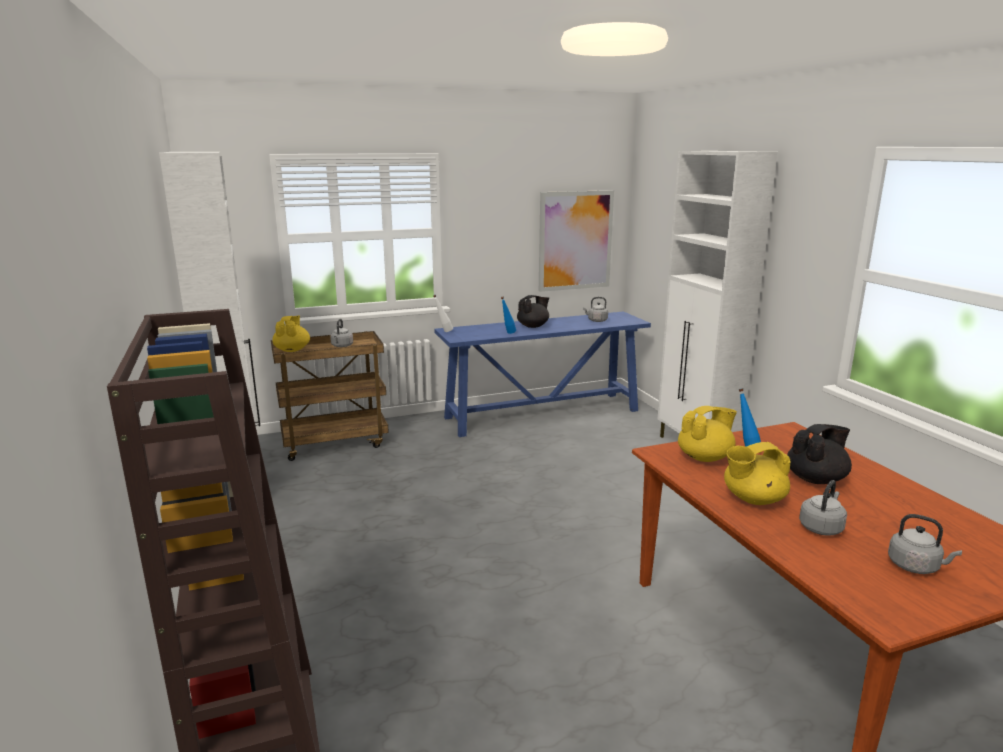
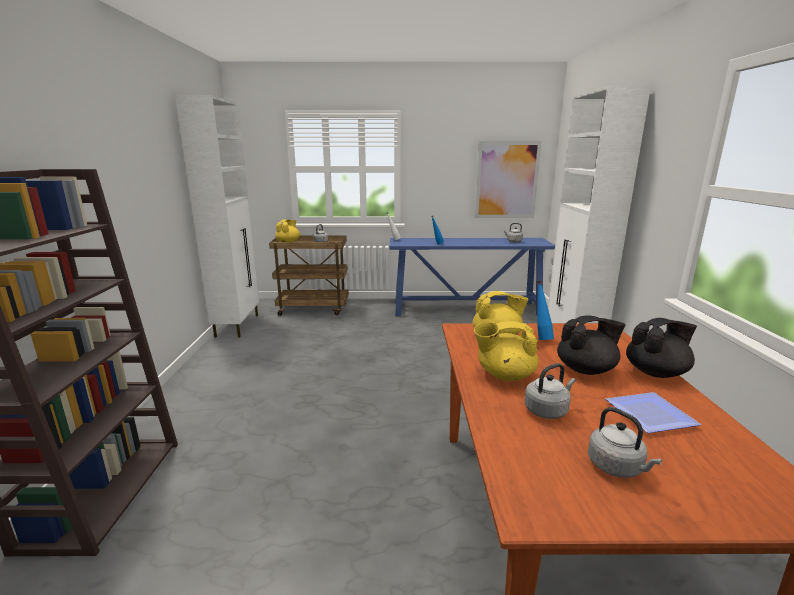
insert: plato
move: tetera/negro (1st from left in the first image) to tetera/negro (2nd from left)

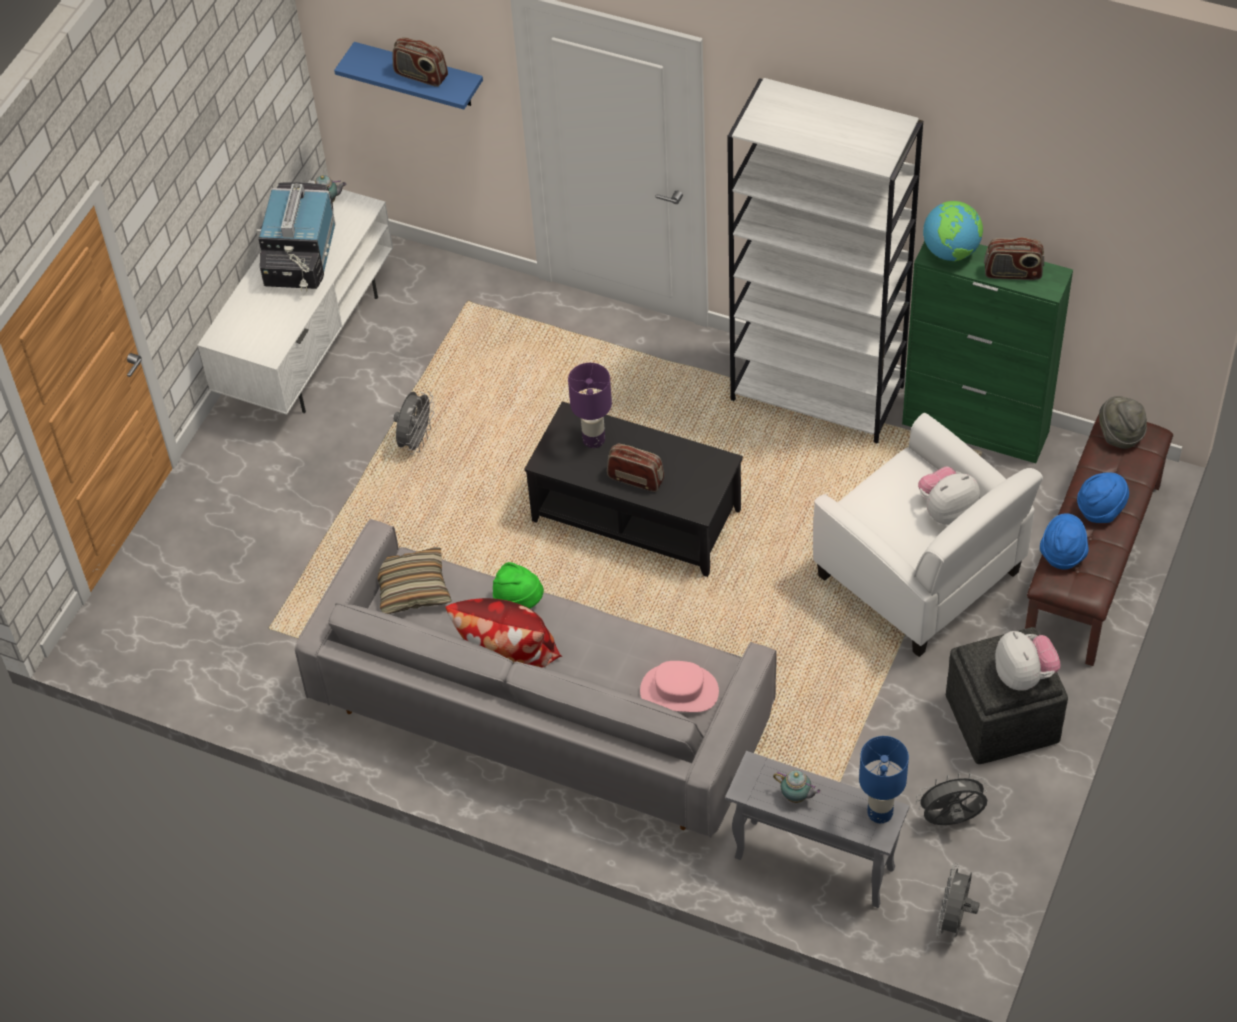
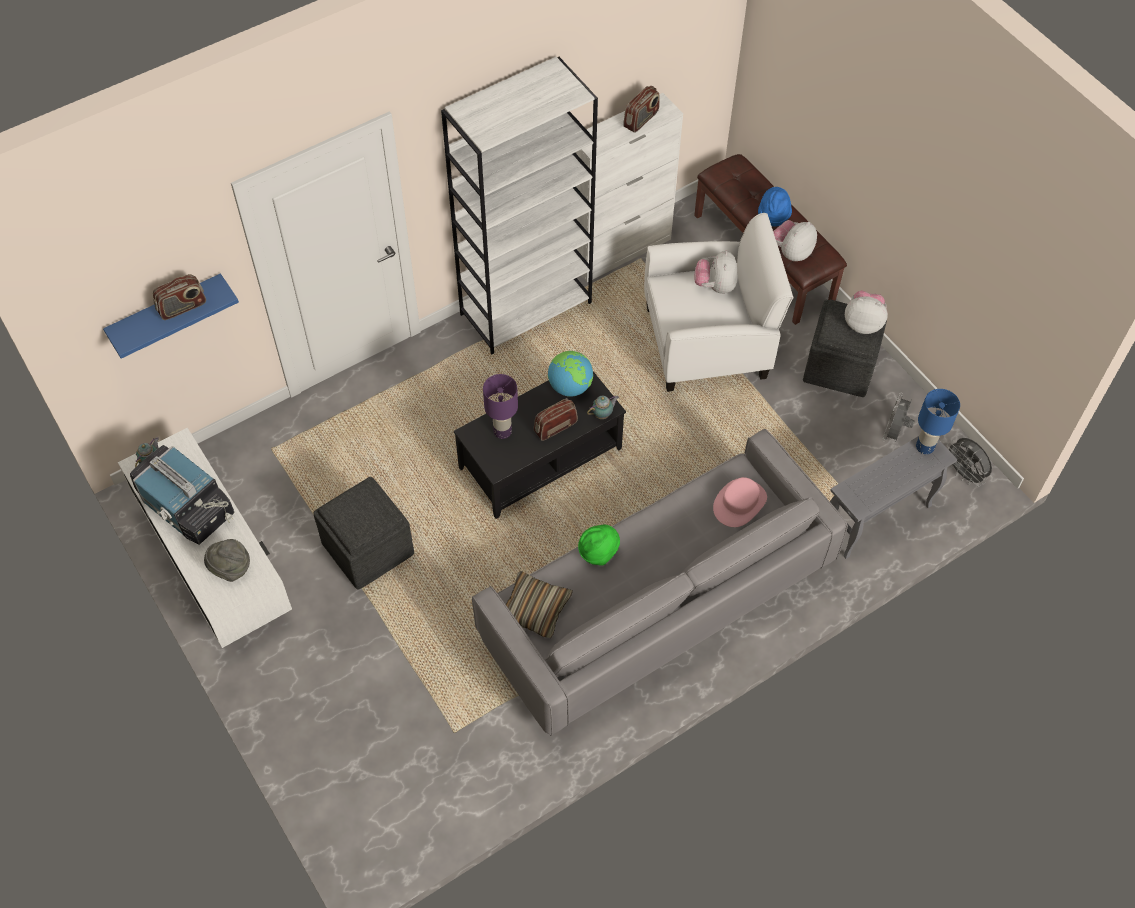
delete: cojín (2nd from left)
move: globo terráqueo; sombrero/gris; tetera (2nd from left)
replace: ventilador/gris (1st from left) to puf/gris (1st from left); sombrero/azul (1st from left) to peluche (2nd from left)
recolor: armario/verde to armario/blanco

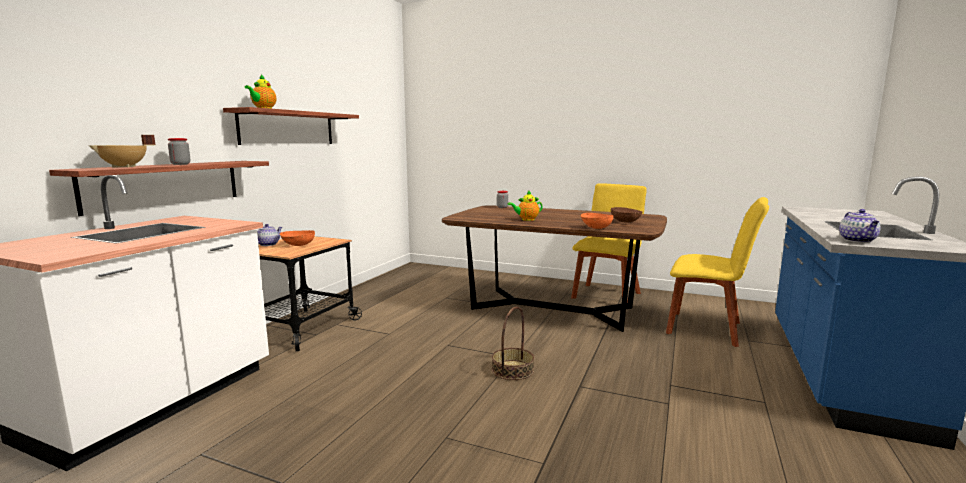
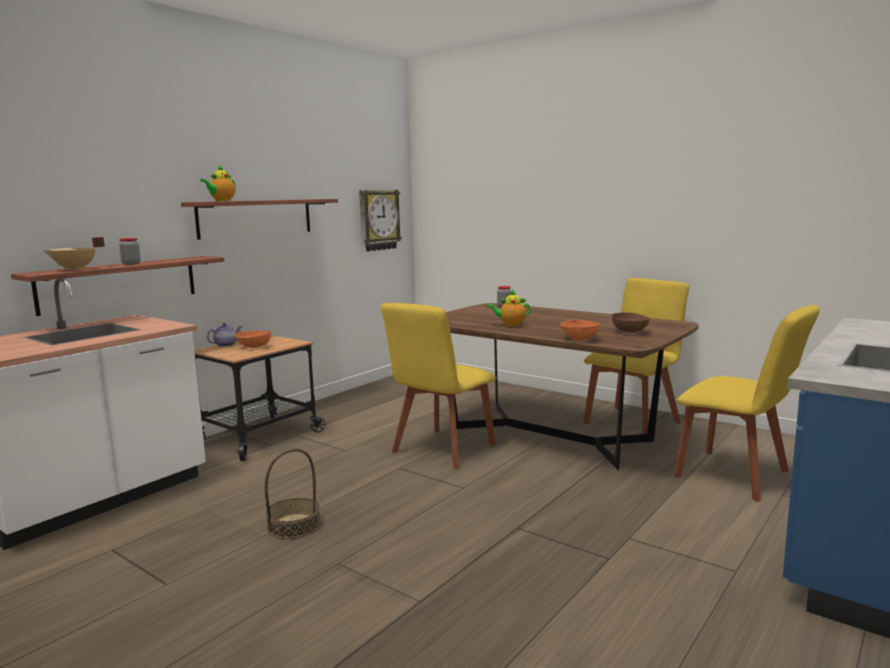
delete: tetera (4th from left)
insert: reloj de pared; silla/amarillo (1st from left)
move: cesta

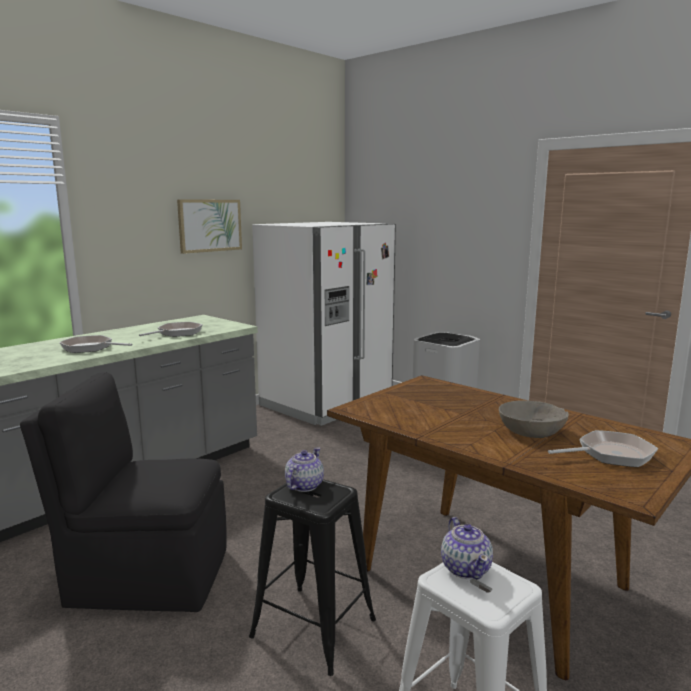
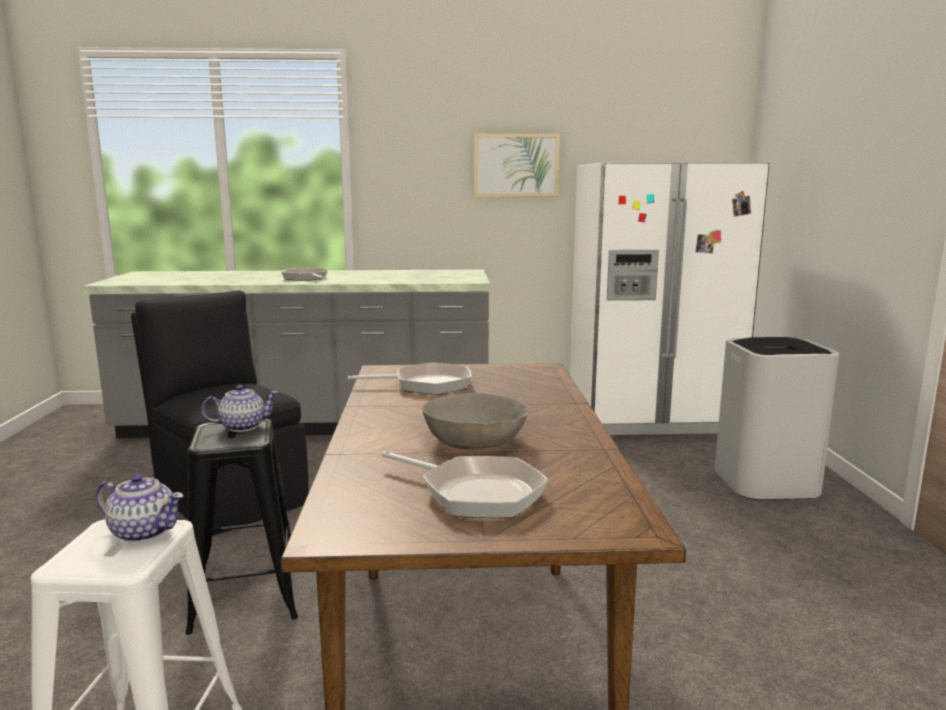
move: sartén (2nd from left)
rotate: tetera (2nd from left in the first image) 105 degrees counterclockwise

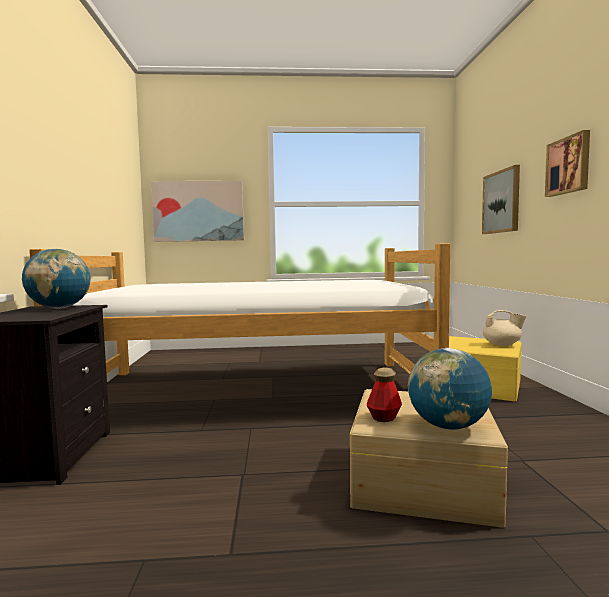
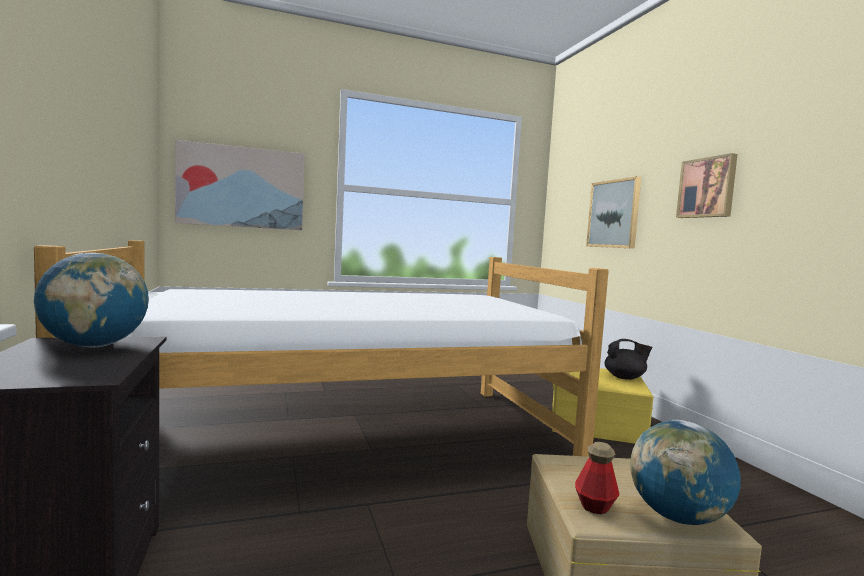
recolor: tetera/beis to tetera/negro

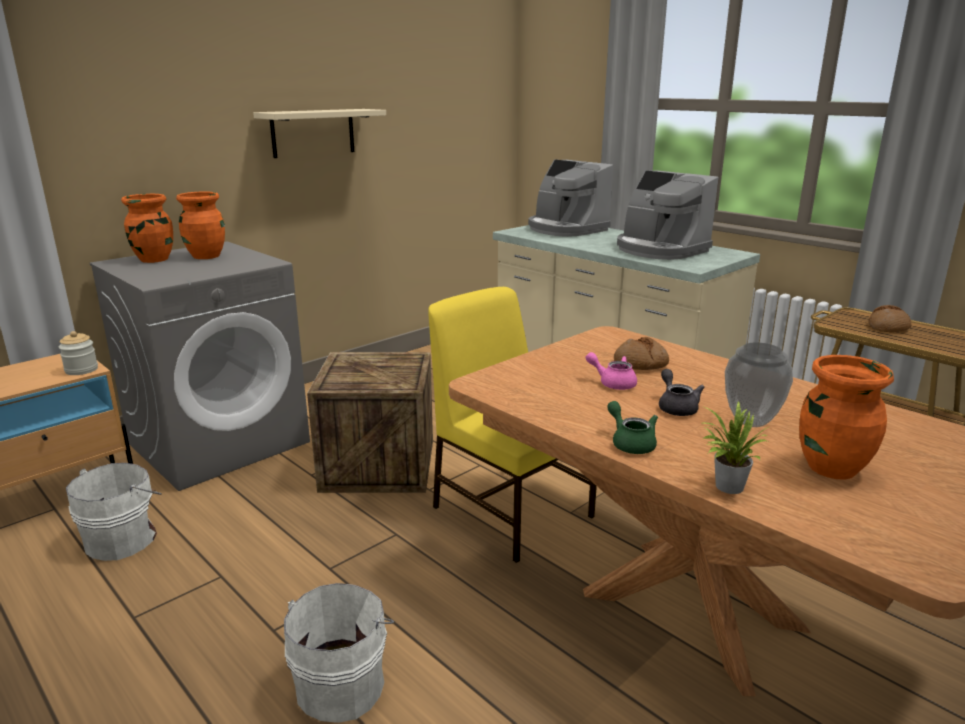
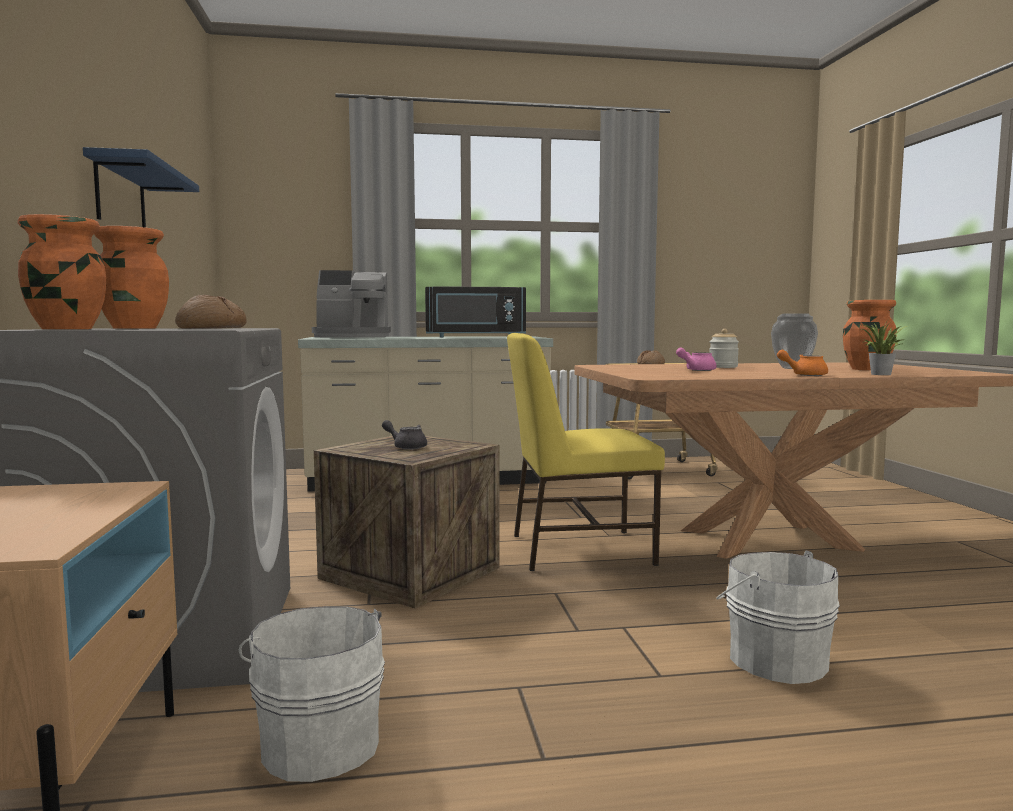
move: tarro; pan (1st from left); tetera/gris
replace: cafetera (2nd from left) to microondas/negro
recolor: estante/beis to estante/azul; tetera/verde to tetera/naranja

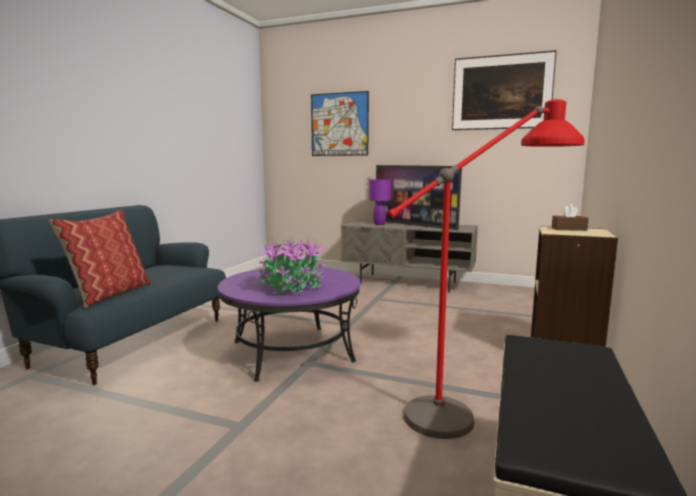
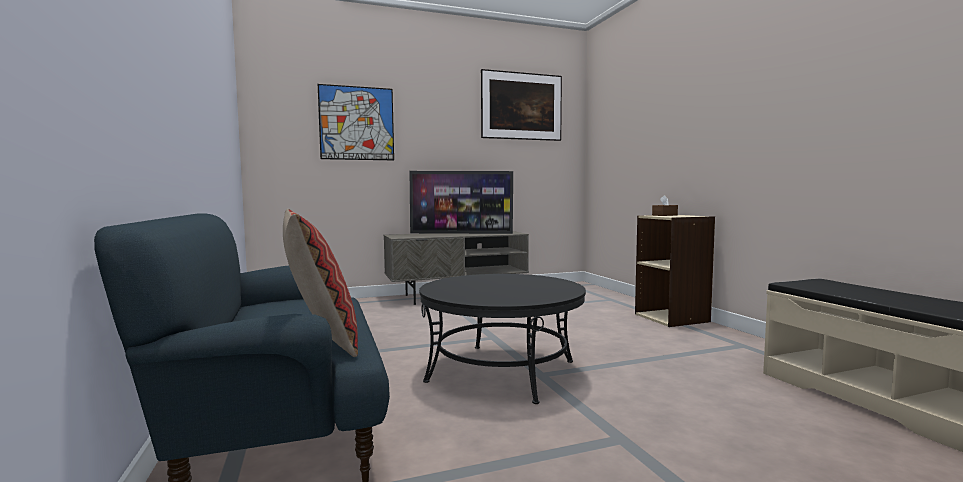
delete: lámpara de pie/rojo; lámpara de mesa/morado; planta en maceta
recolor: mesa de centro/morado to mesa de centro/negro

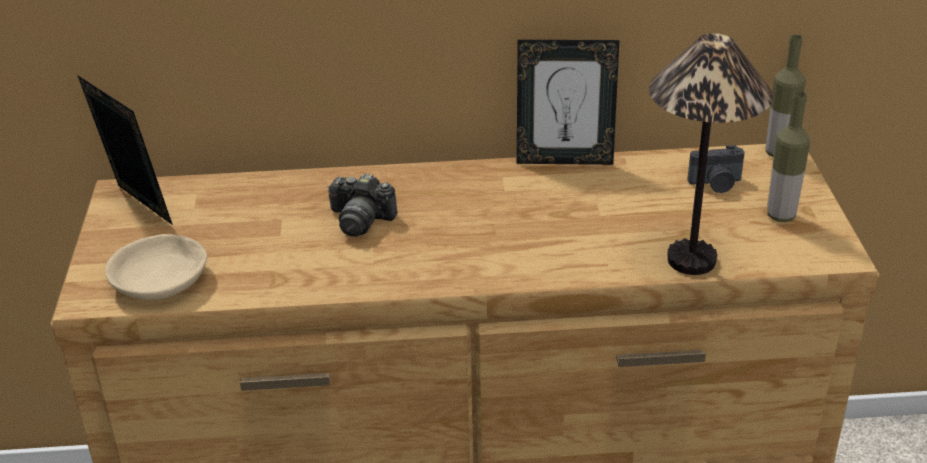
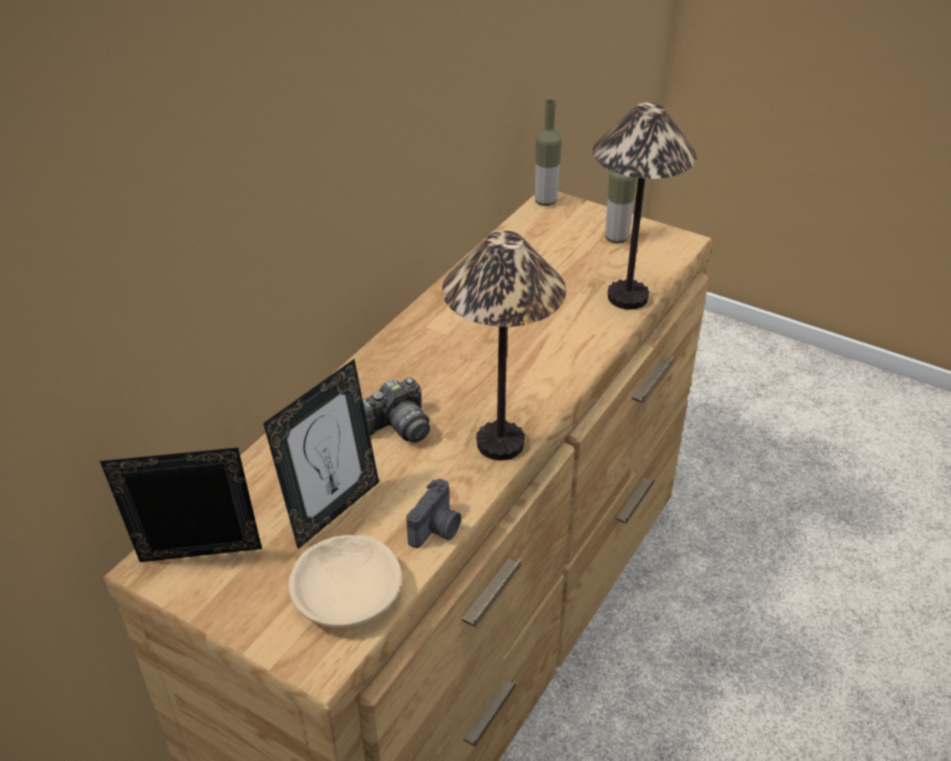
insert: lámpara de mesa (1st from left)
move: portarretratos (2nd from left); cámara (2nd from left)

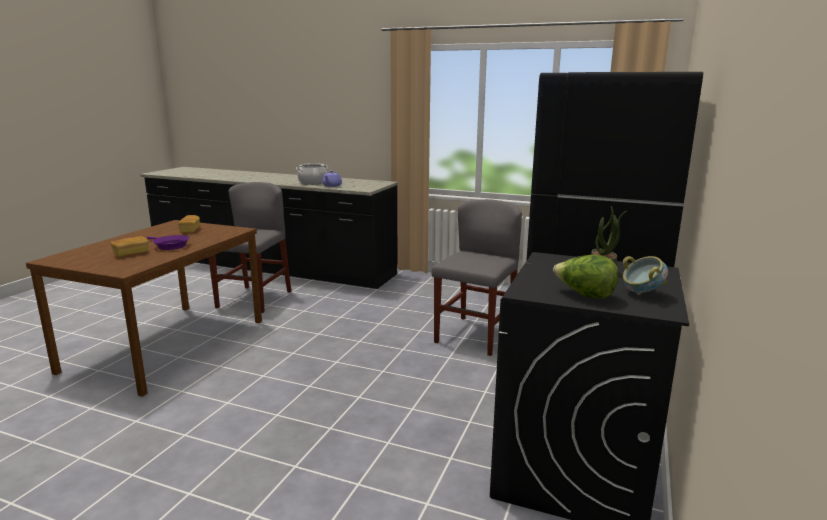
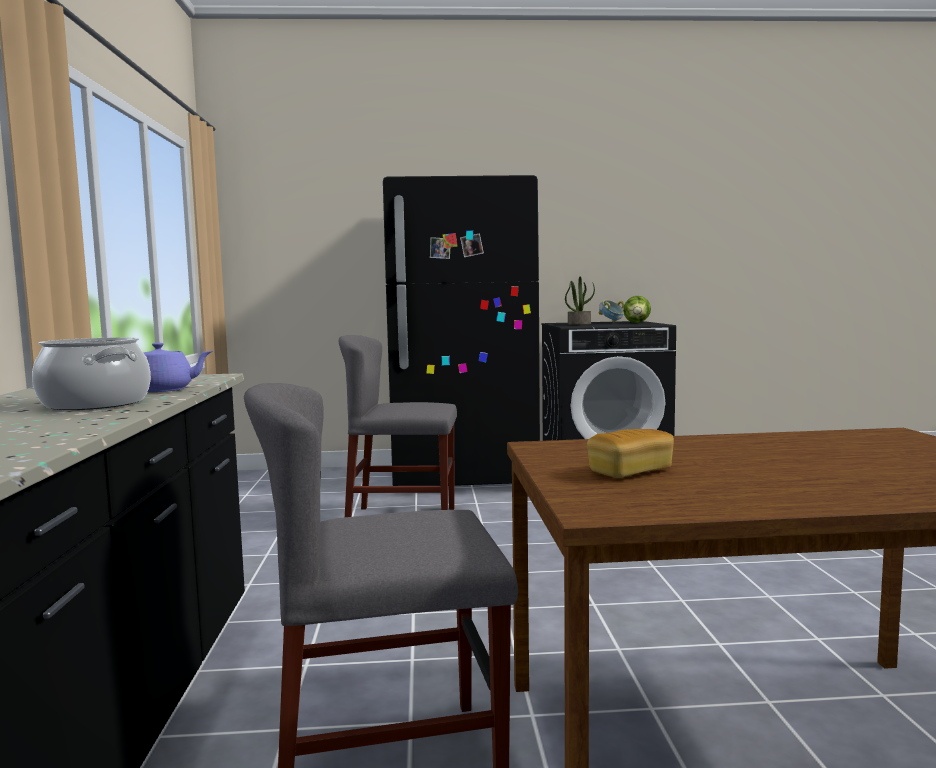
delete: sartén/morado; pan (1st from left)

